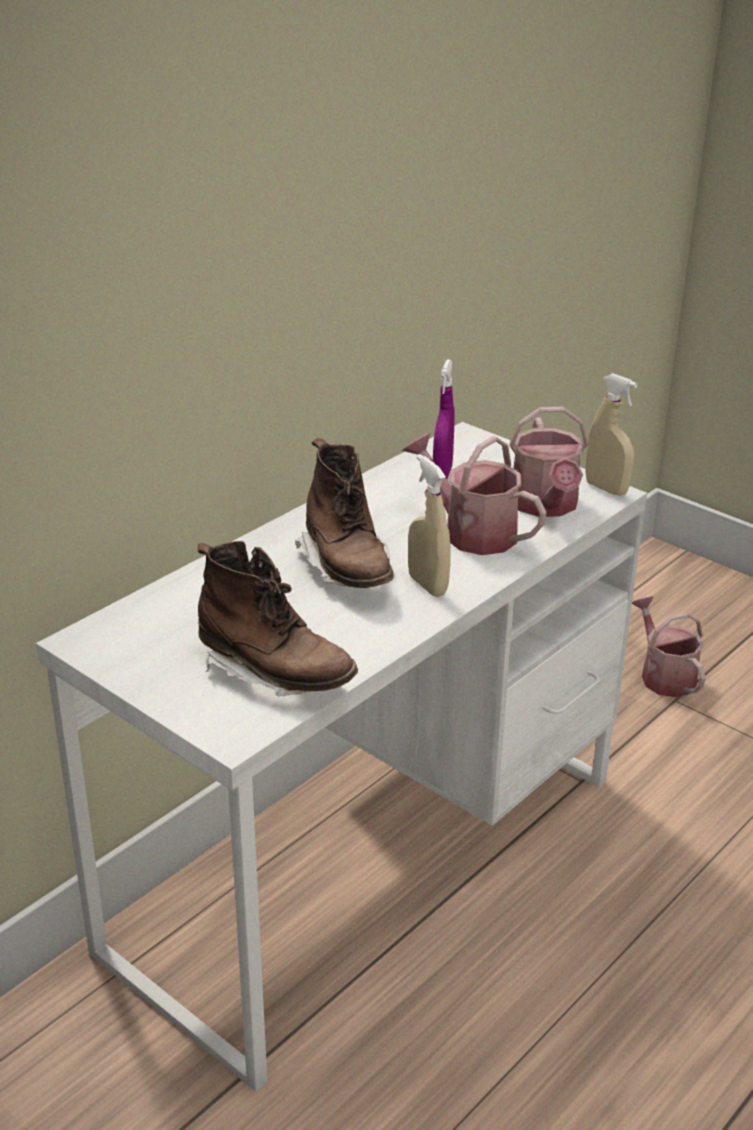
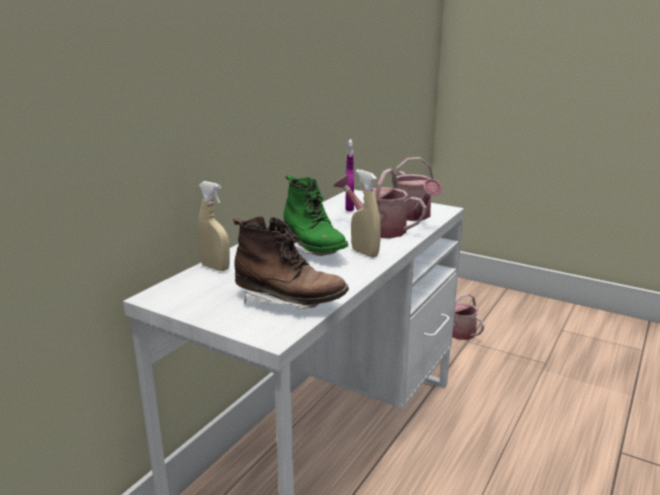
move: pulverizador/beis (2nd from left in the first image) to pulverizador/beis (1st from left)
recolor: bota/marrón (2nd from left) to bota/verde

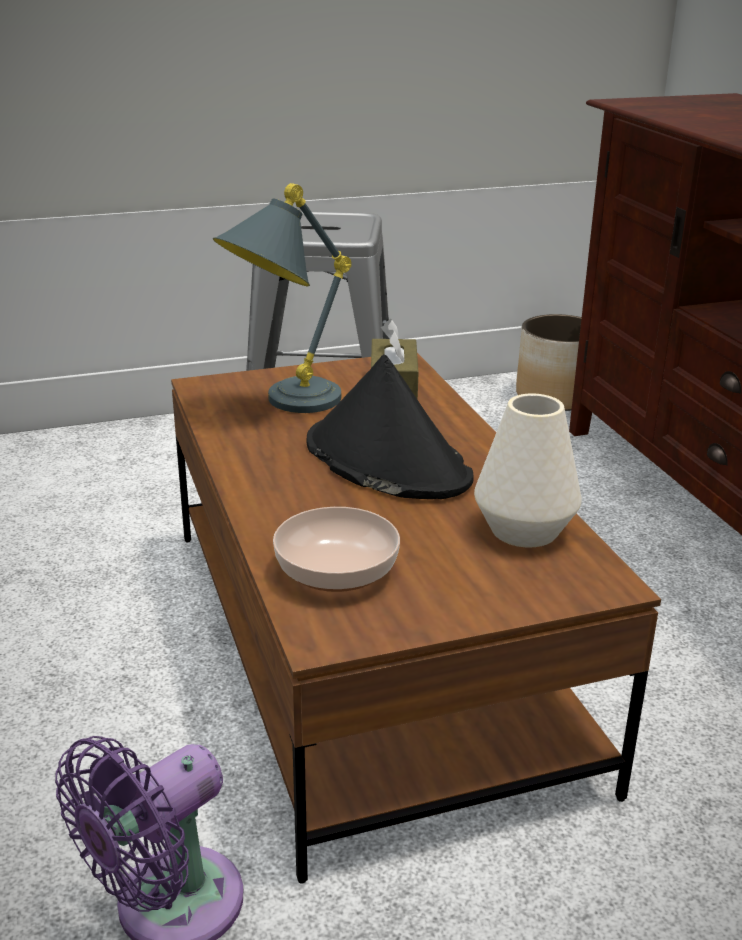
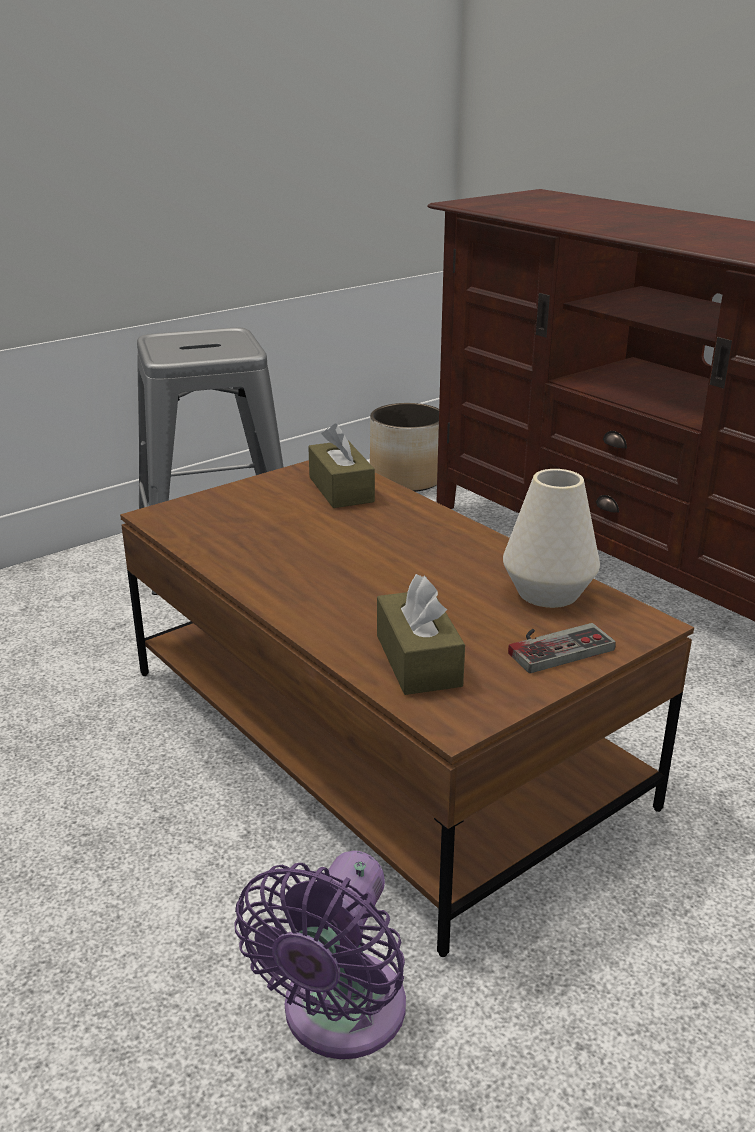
delete: lámpara de mesa/gris; sombrero/negro
insert: mando de consola
replace: cuenco to caja de pañuelos/marrón (2nd from left)

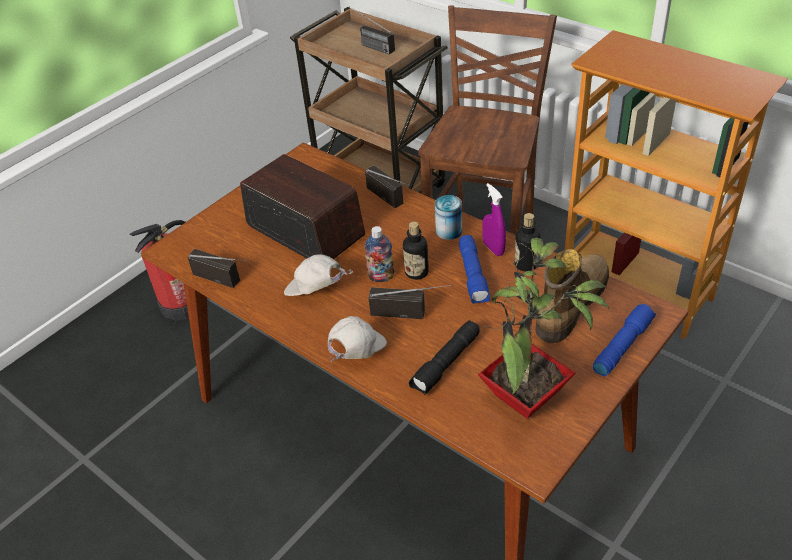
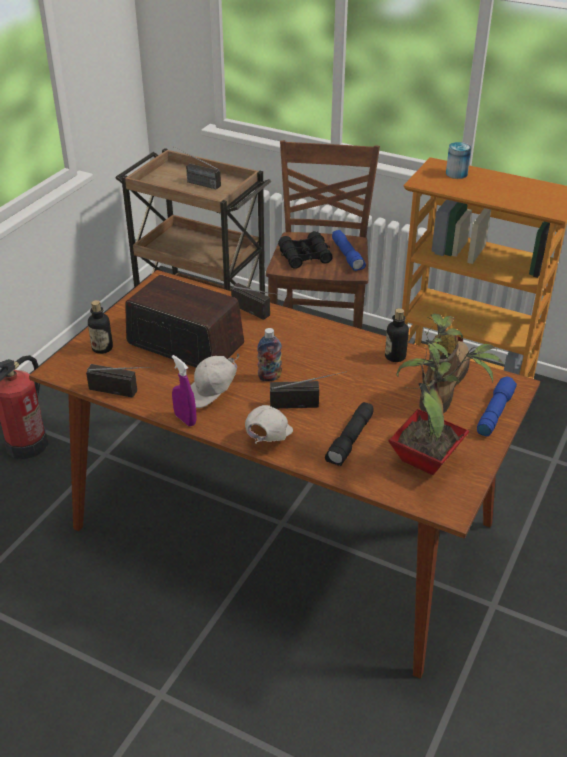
insert: prismáticos/negro
move: pulverizador/morado; lata; botella (2nd from left in the first image) to botella (1st from left); linterna/azul (1st from left)
rotate: gorra/blanco (1st from left) 45 degrees counterclockwise

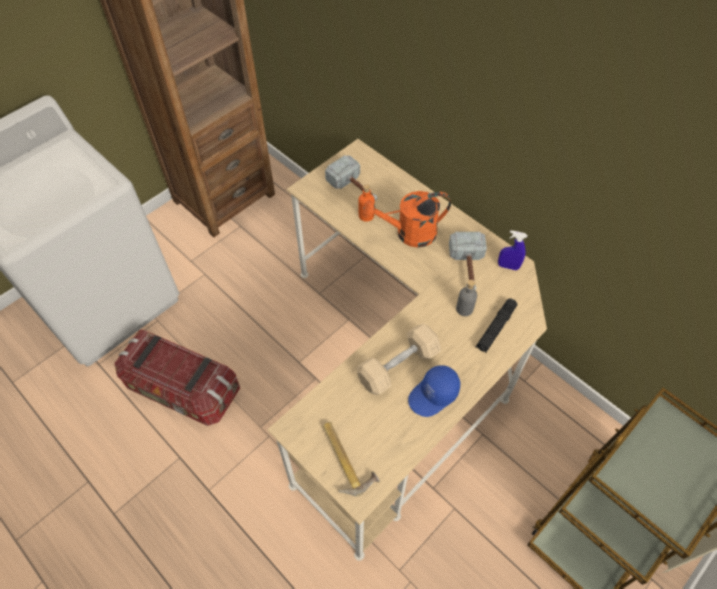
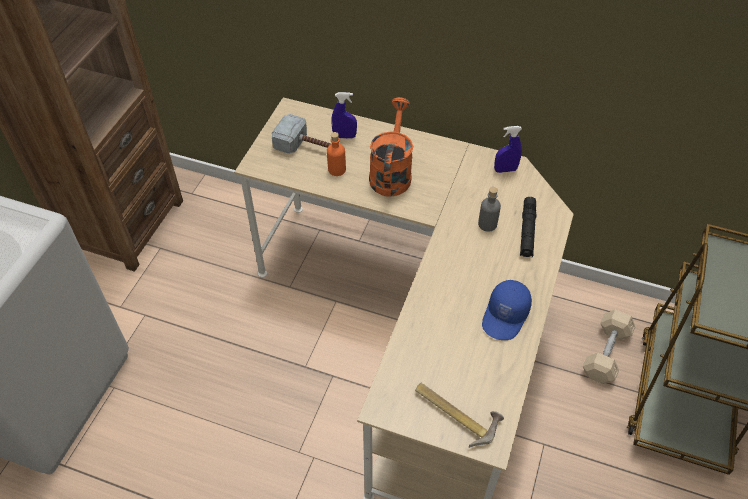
delete: martillo (3rd from left); caja de almacenaje
insert: pulverizador/azul (1st from left)
move: mancuerna/beis
rotate: regadera/naranja 135 degrees clockwise

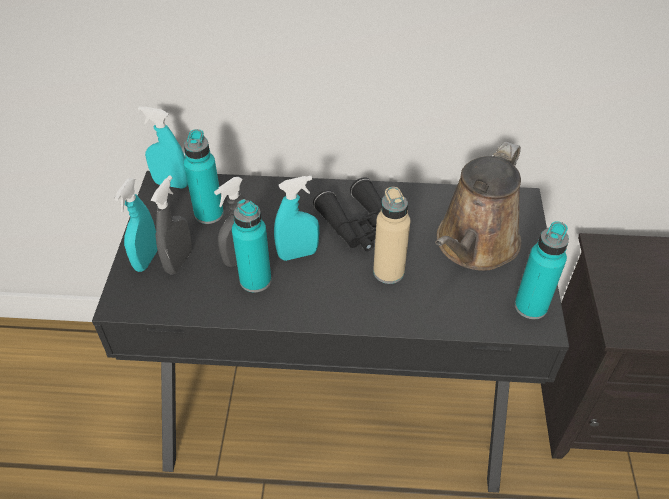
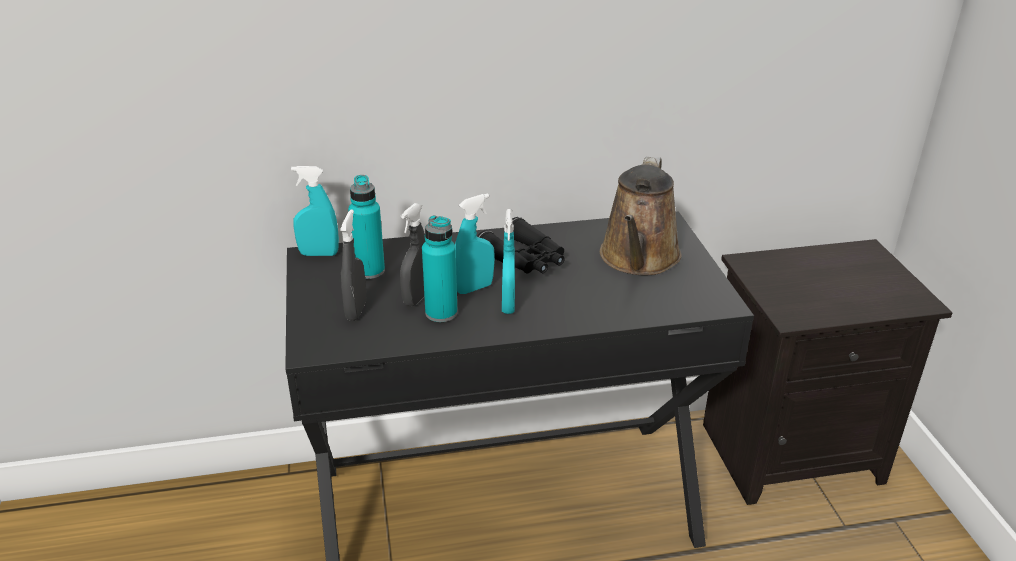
delete: botella/beis; botella/turquesa (3rd from left)
move: pulverizador/turquesa (1st from left in the first image) to pulverizador/turquesa (3rd from left)

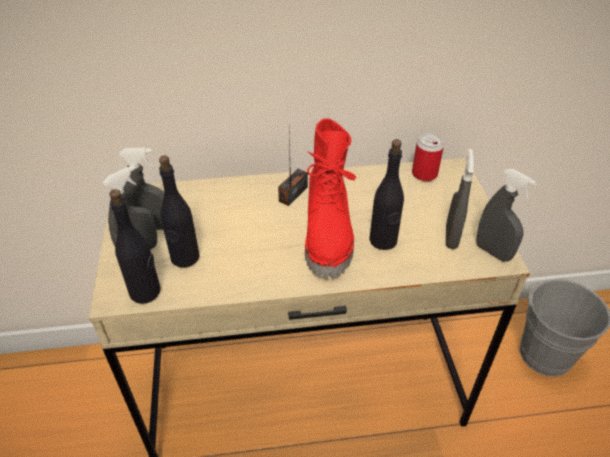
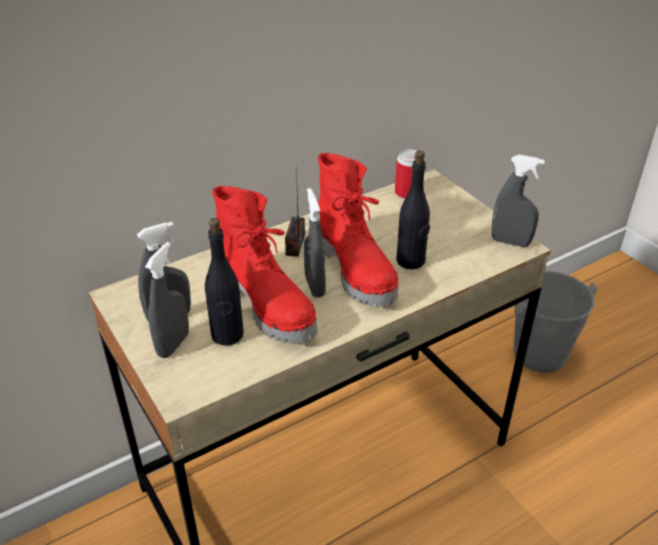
delete: botella/negro (1st from left)
insert: bota/rojo (1st from left)
move: pulverizador/gris (3rd from left)

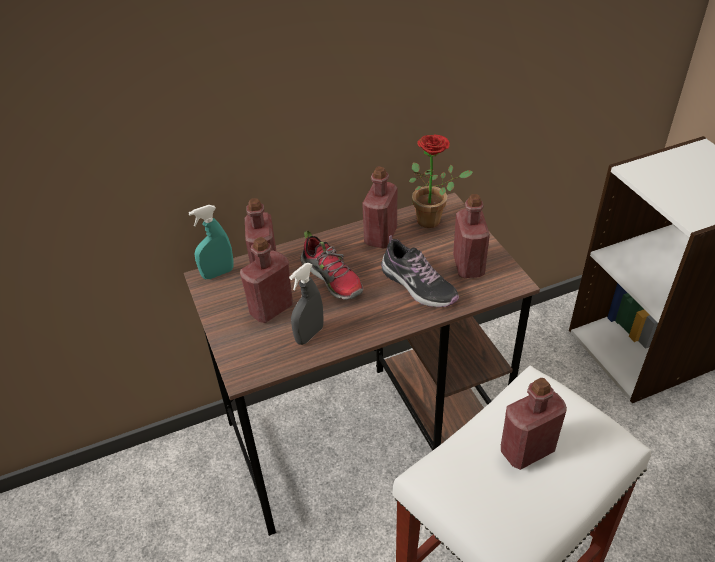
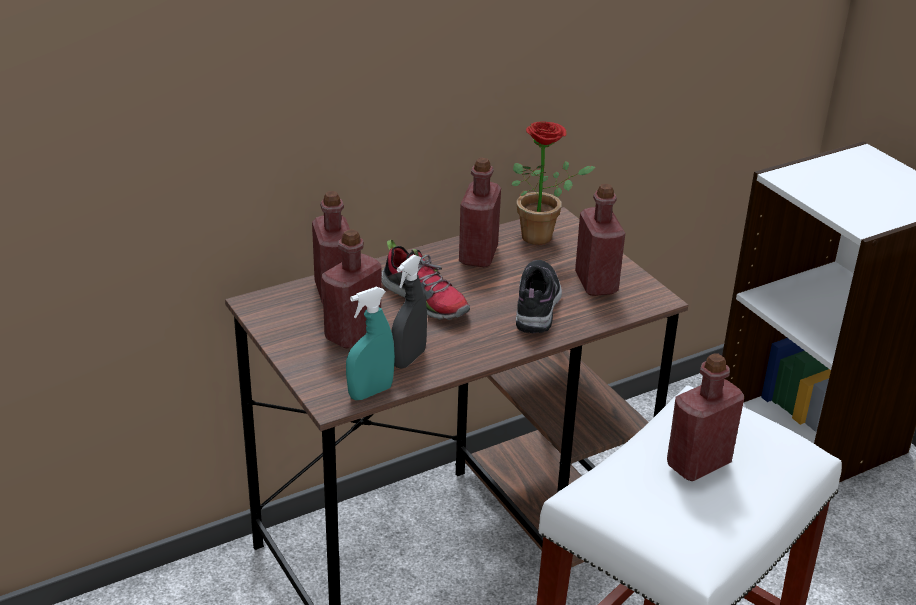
move: pulverizador/turquesa
rotate: zapato (2nd from left) 120 degrees counterclockwise

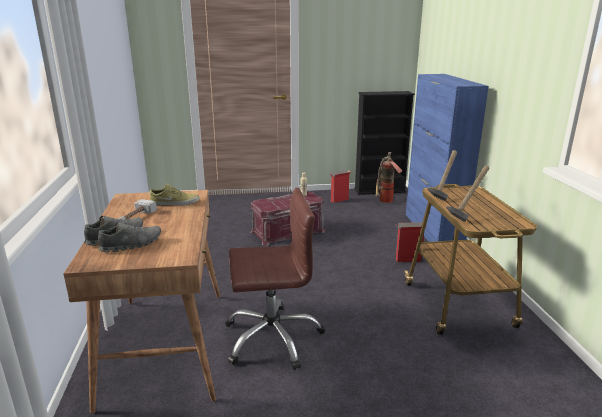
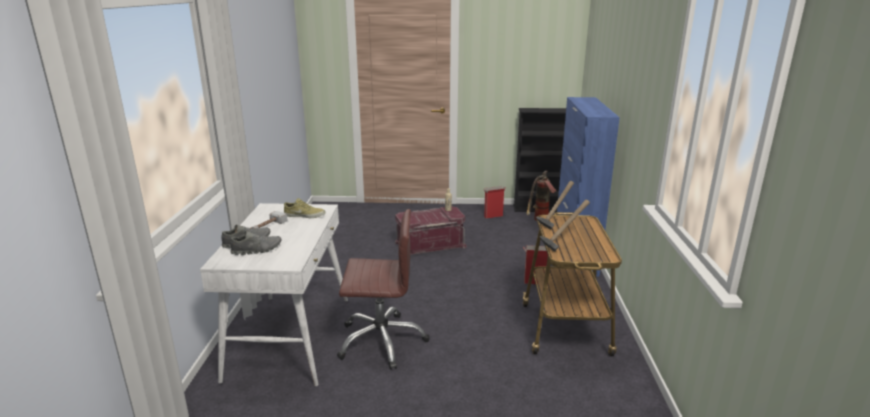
recolor: escritorio/marrón to escritorio/blanco

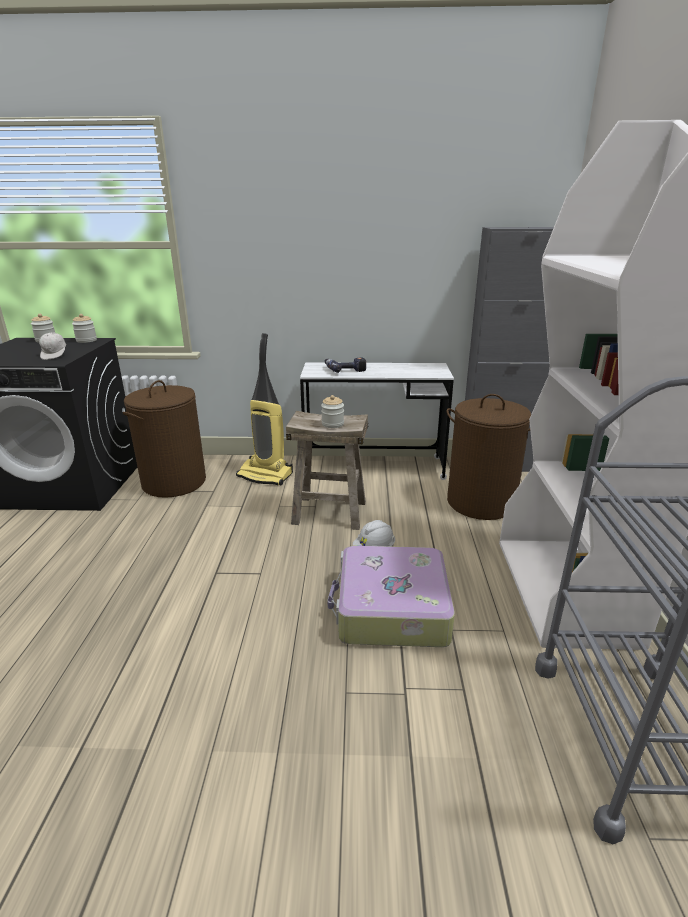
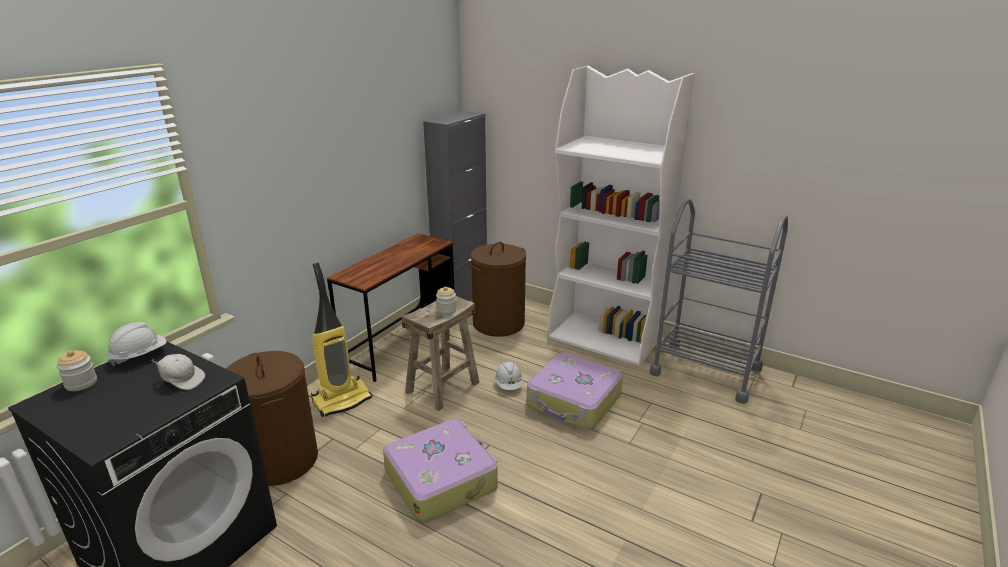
delete: taladro
insert: maleta (1st from left)
replace: tarro (2nd from left) to casco/blanco (1st from left)
recolor: escritorio/blanco to escritorio/marrón

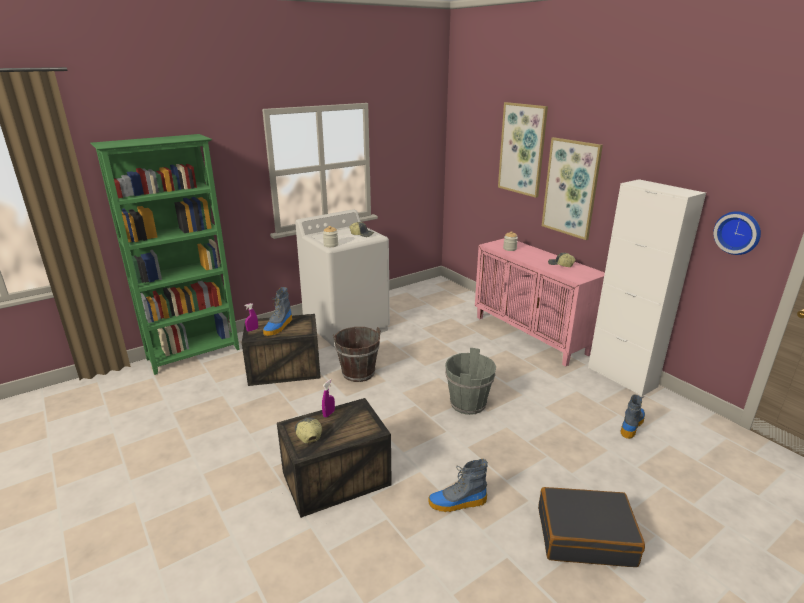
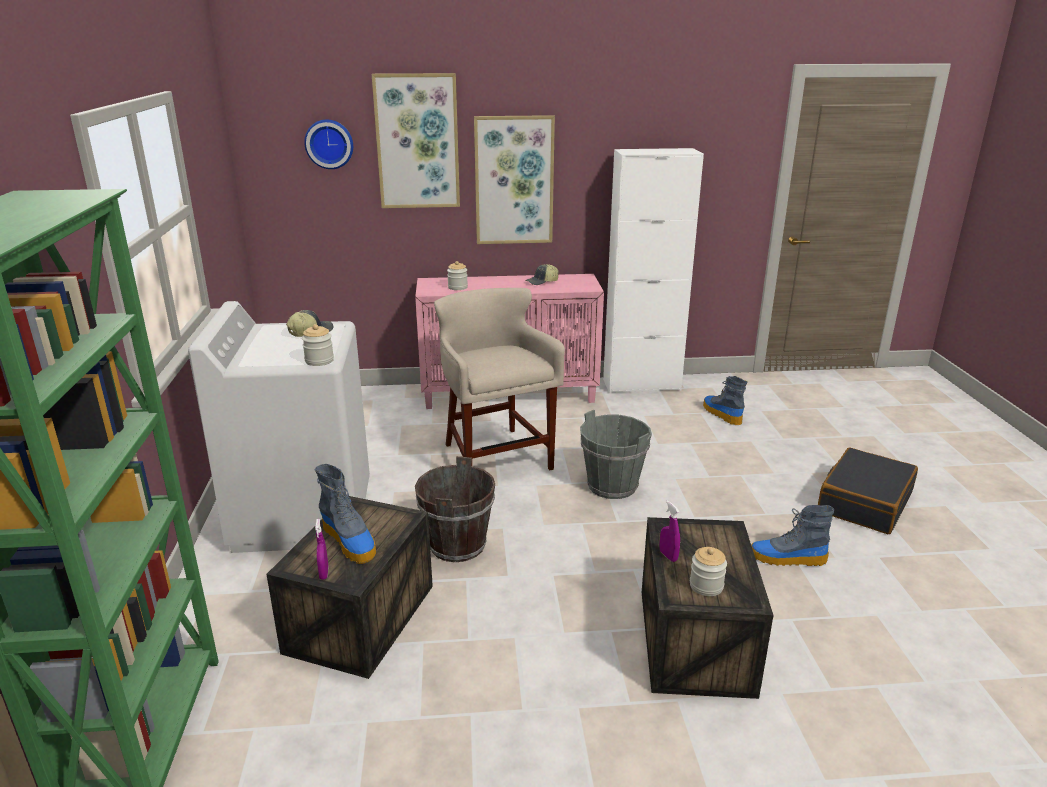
insert: taburete/beis
move: reloj de pared
replace: gorra (1st from left) to tarro (3rd from left)
rotate: bota (2nd from left in the first image) 75 degrees clockwise

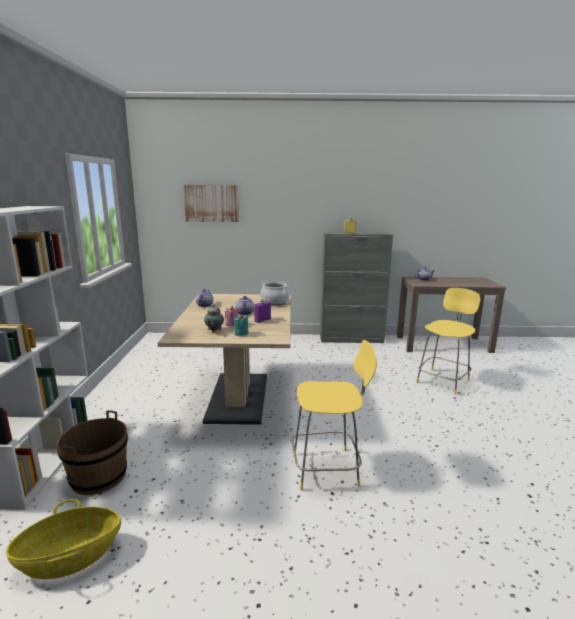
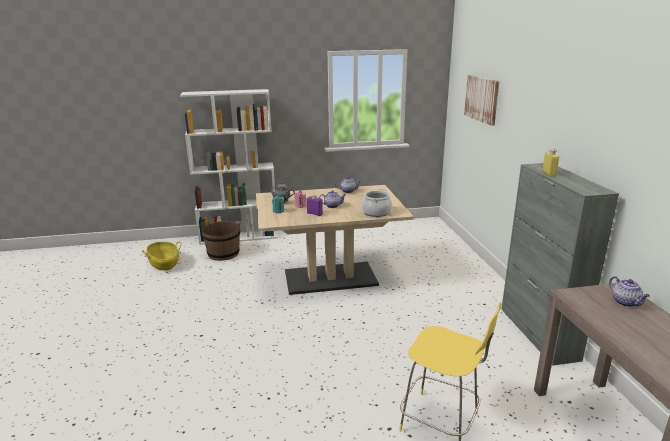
delete: taburete/amarillo (1st from left)

